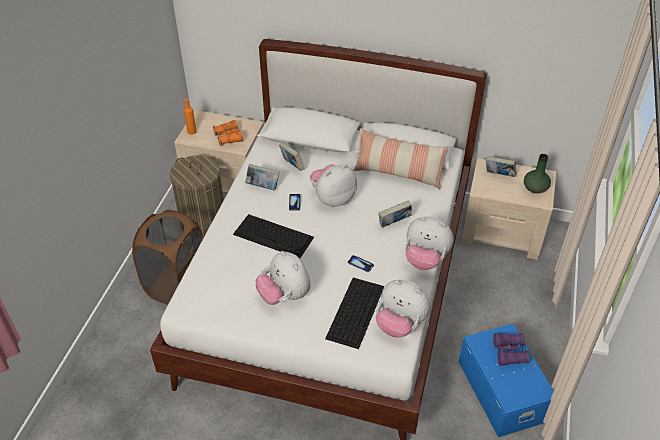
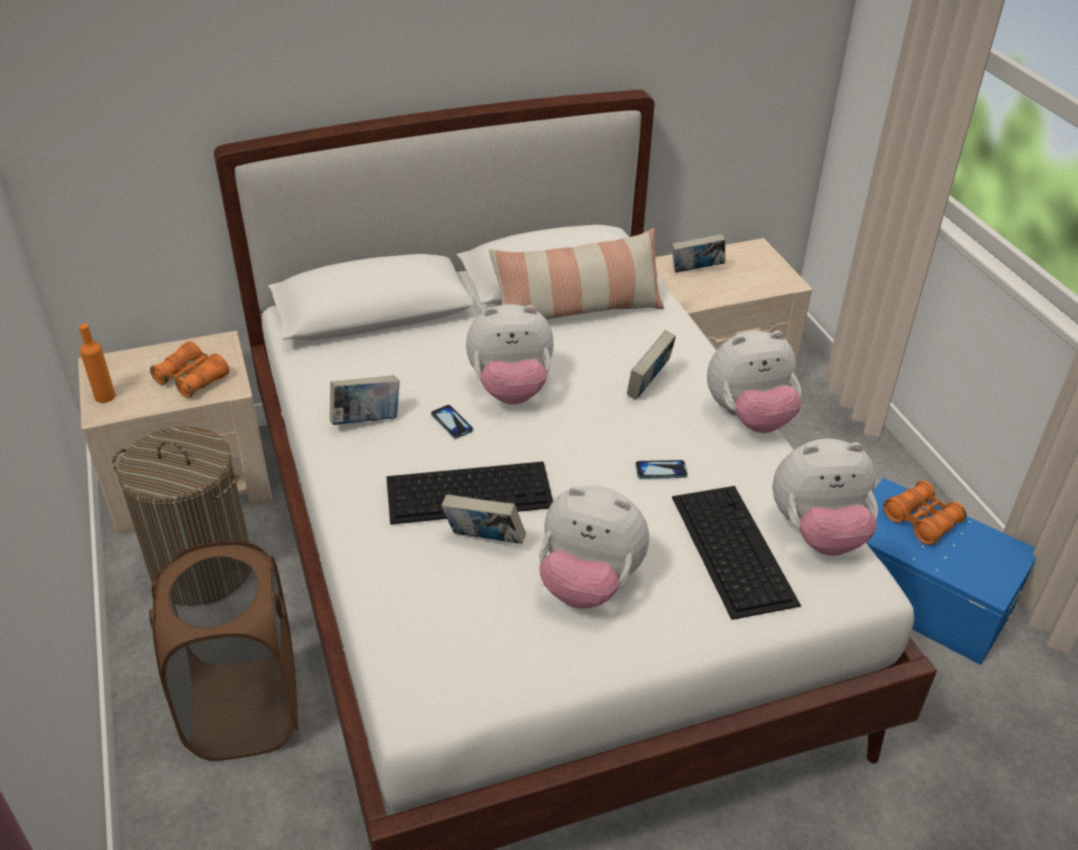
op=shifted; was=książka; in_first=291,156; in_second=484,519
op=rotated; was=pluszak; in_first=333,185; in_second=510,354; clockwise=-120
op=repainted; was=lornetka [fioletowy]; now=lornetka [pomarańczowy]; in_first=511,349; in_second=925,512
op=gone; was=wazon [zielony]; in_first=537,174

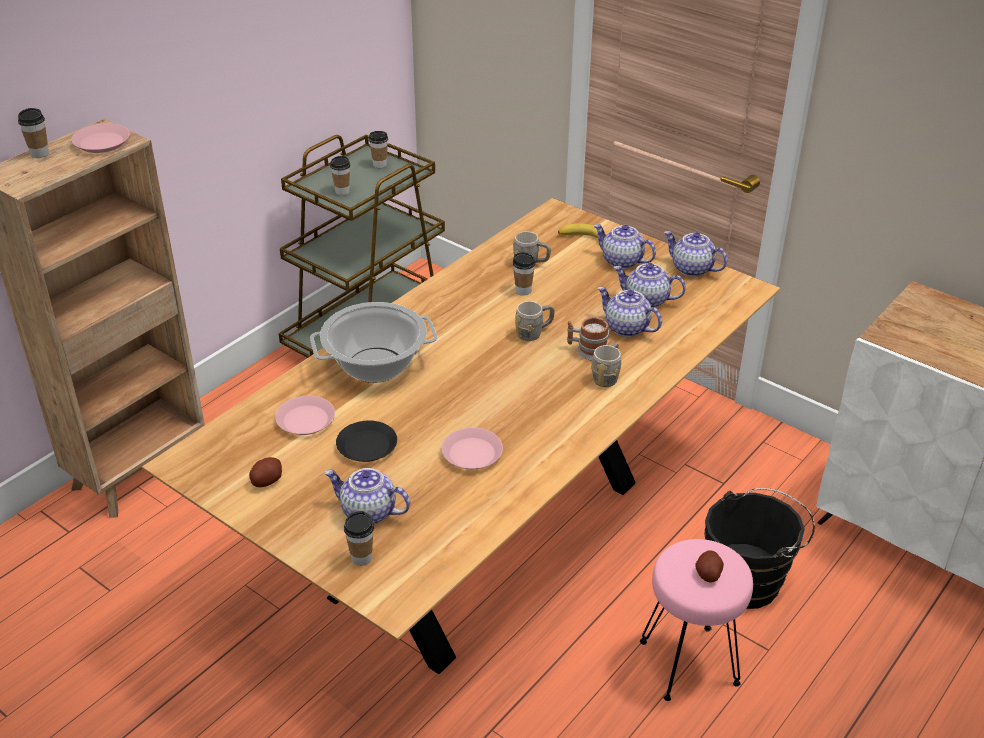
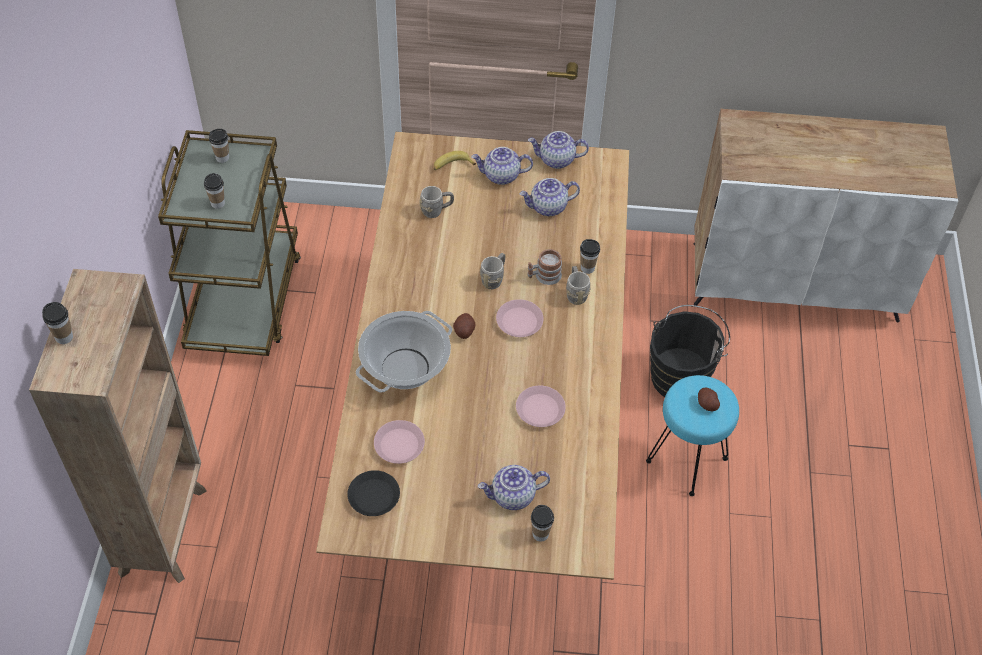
op=shifted; was=talerz [czarny]; in_first=366,441; in_second=373,493
op=shifted; was=ziemniak; in_first=265,472; in_second=464,326
op=shifted; was=talerz [różowy]; in_first=100,138; in_second=520,318
op=shifted; was=filiżanka; in_first=524,274; in_second=590,256
op=repainted; was=stołek [różowy]; now=stołek [turkusowy]; in_first=696,620; in_second=692,435
op=gone; was=imbryk; in_first=630,312

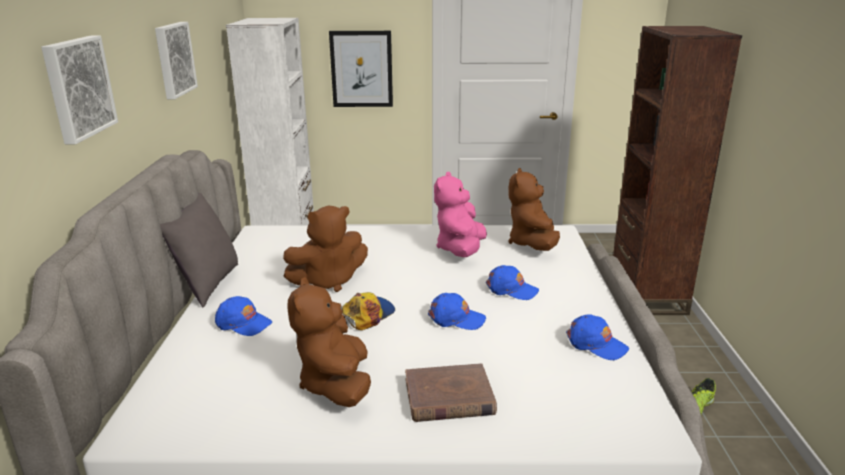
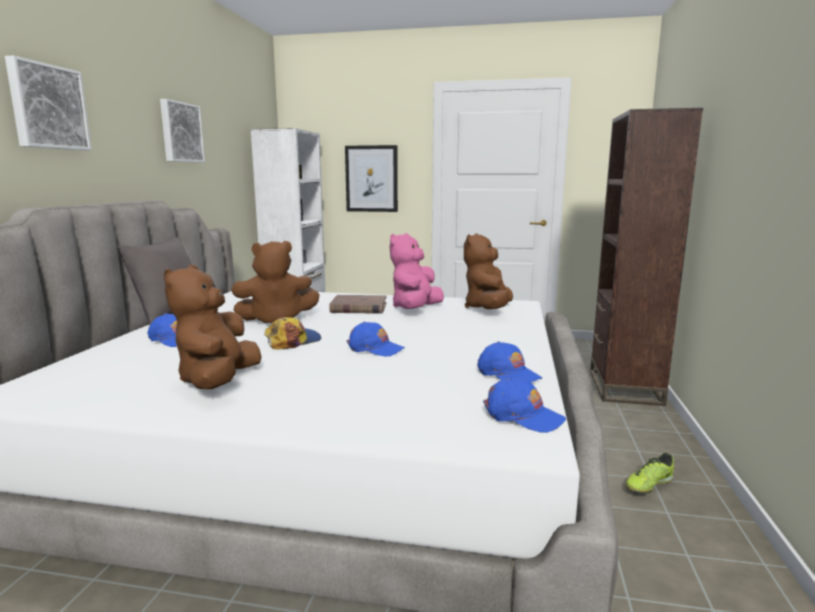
op=shifted; was=książka [brązowy]; in_first=451,392; in_second=357,304
op=shifted; was=czapka z daszkiem [niebieski]; in_first=512,282; in_second=524,405

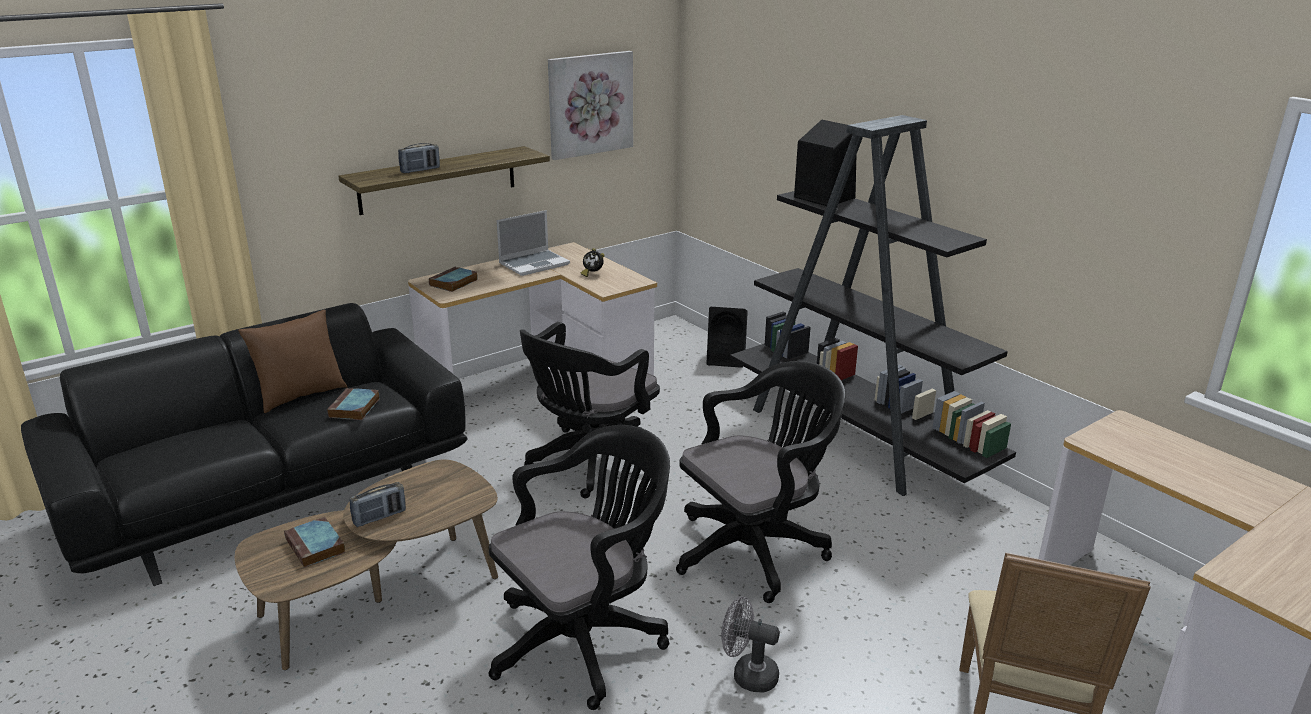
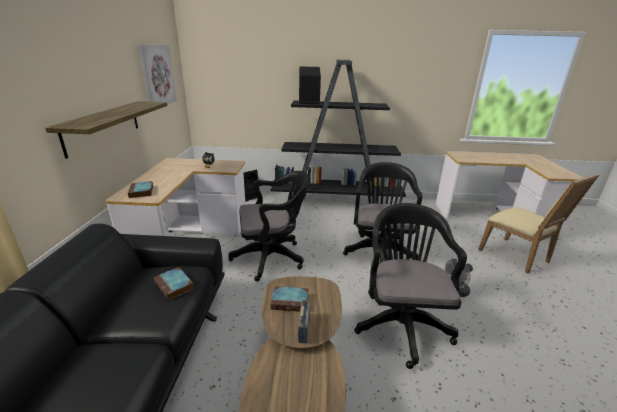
op=rotated; was=krzesło biurowe [czarny]; in_first=590,410; in_second=268,226; clockwise=-90
op=shifted; was=książka; in_first=315,542; in_second=289,299
op=gone; was=poduszka [brązowy]; in_first=292,361
op=gone; was=radio; in_first=419,158
op=gone; was=laptop; in_first=533,243

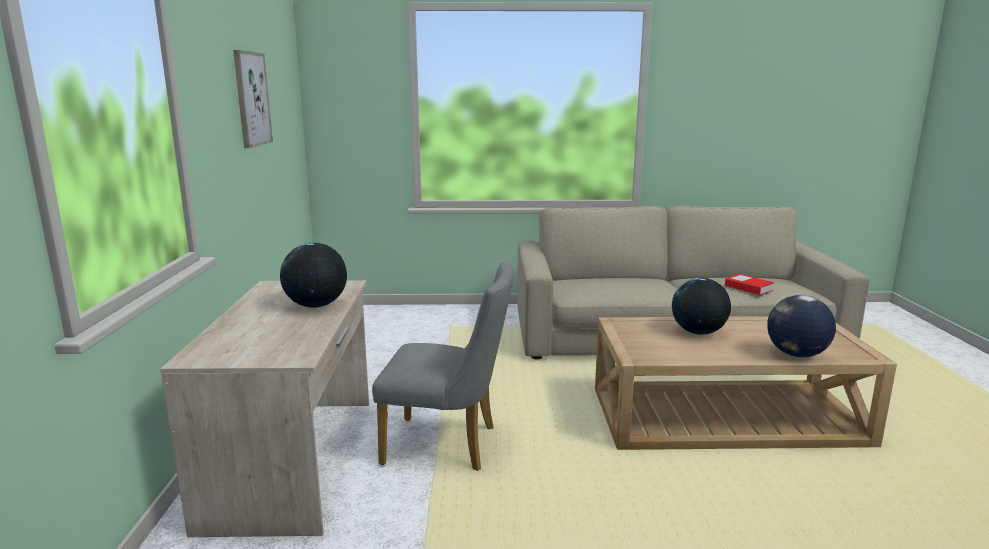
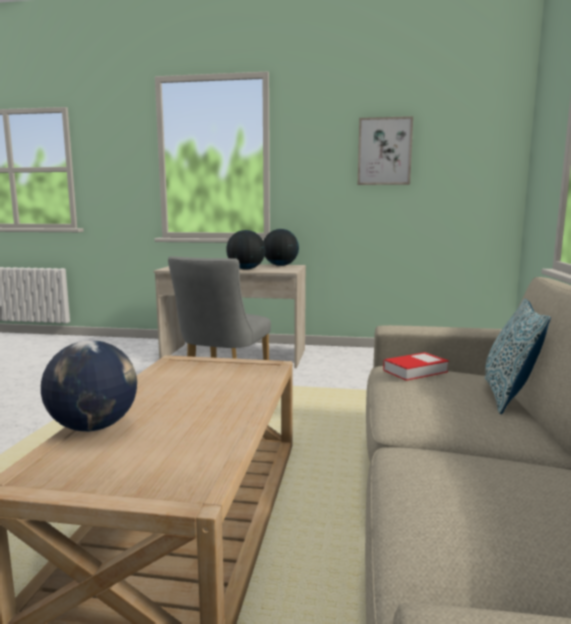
op=shifted; was=globus; in_first=701,306; in_second=281,247
op=shifted; was=książka; in_first=749,284; in_second=416,366
op=new; now=poduszka; in_second=518,356

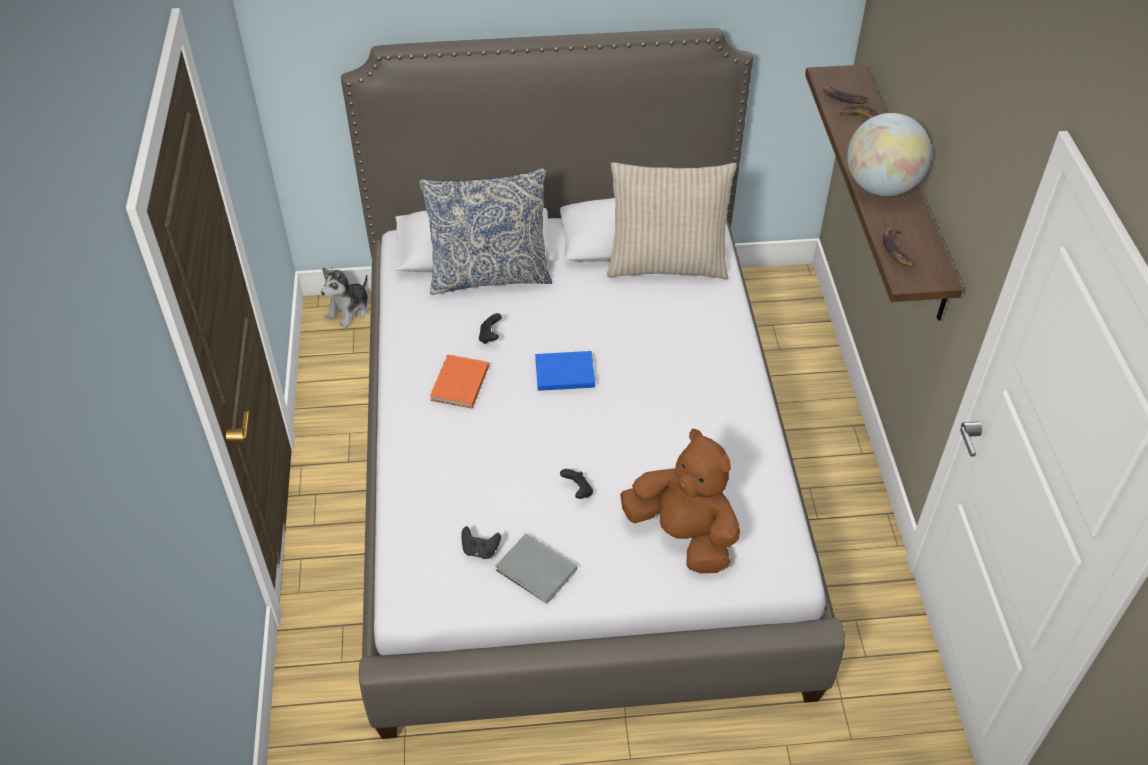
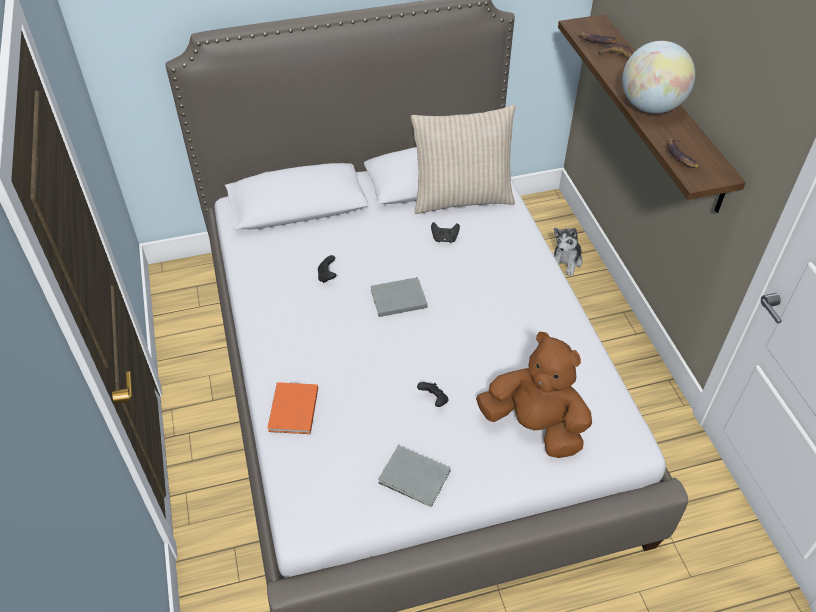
op=shifted; was=książka [pomarańczowy]; in_first=459,381; in_second=292,408
op=repainted; was=książka [niebieski]; now=książka [szary]; in_first=565,371; in_second=399,297
op=shifted; was=pad do gier [czarny]; in_first=481,542; in_second=445,232
op=shifted; was=pluszak; in_first=345,297; in_second=567,252
op=gone; was=poduszka; in_first=485,231

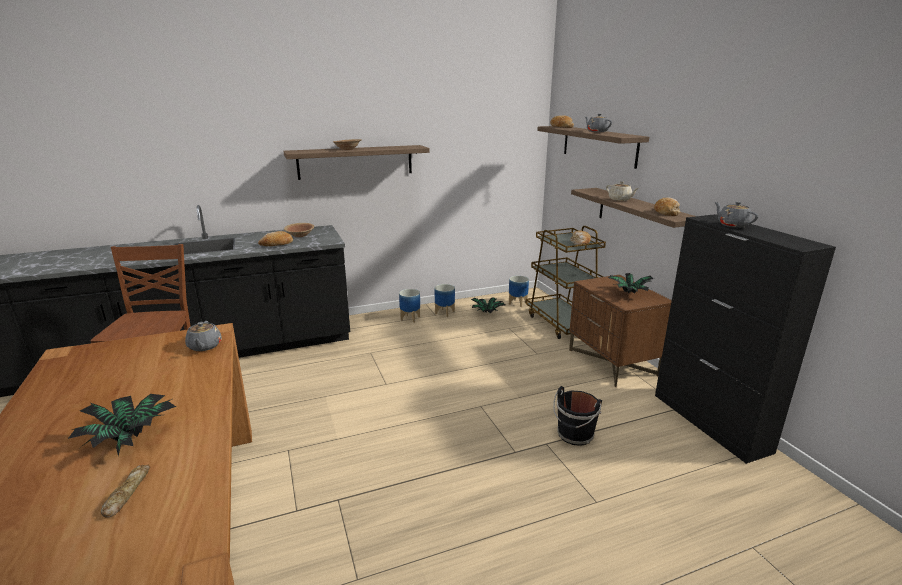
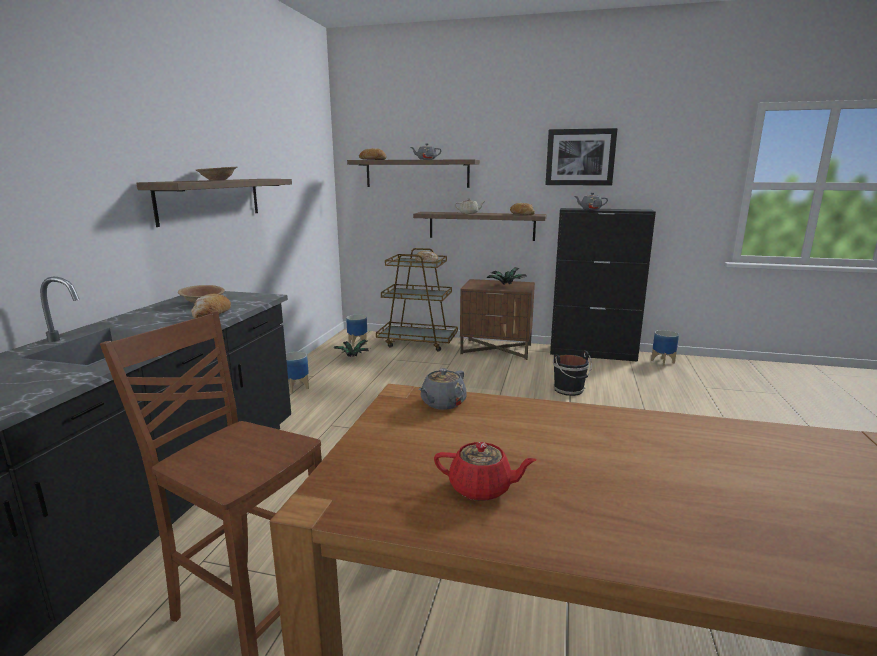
op=rotated; was=imbryk [szary]; in_first=203,336; in_second=443,389; clockwise=105
op=new; now=imbryk [czerwony]; in_second=485,471
op=new; now=obraz; in_second=581,157
op=shifted; was=donica; in_first=445,300; in_second=665,348
op=gone; was=roślina doniczkowa; in_first=122,425
op=gone; was=chleb; in_first=125,491

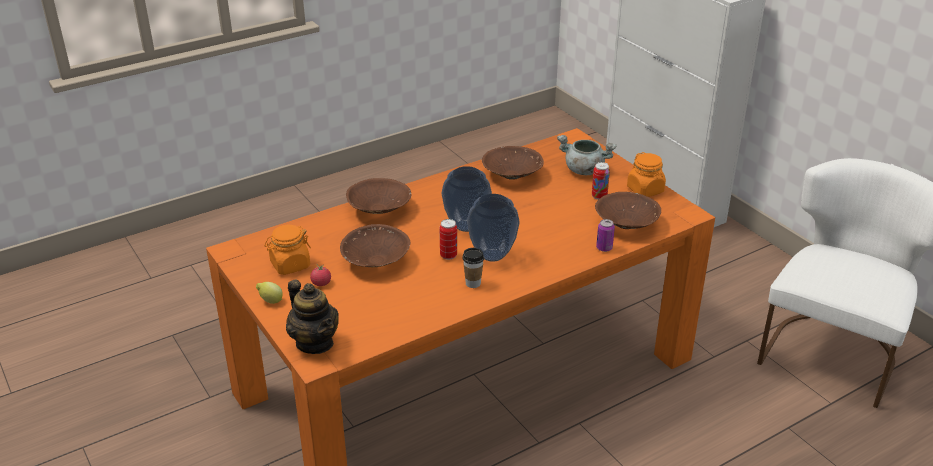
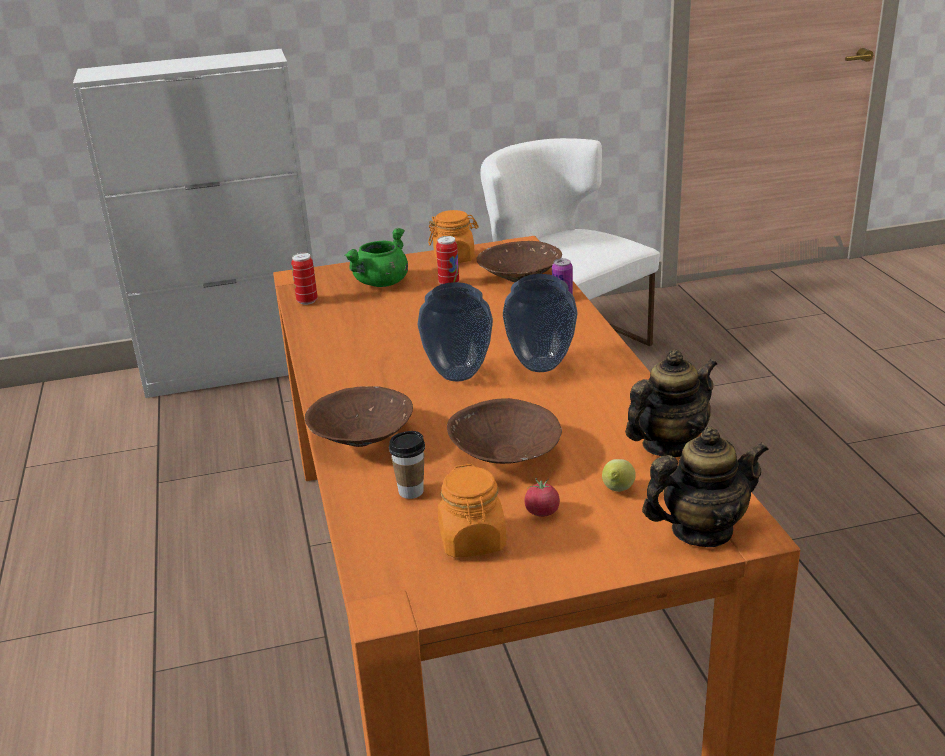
op=shifted; was=puszka; in_first=448,239; in_second=304,279
op=repainted; was=garnek [szary]; now=garnek [zielony]; in_first=586,155; in_second=376,257
op=shifted; was=filiżanka; in_first=473,268; in_second=407,465
op=shifted; was=cytryna; in_first=269,293; in_second=619,475
op=new; now=imbryk; in_second=671,403
op=gone; was=miska [brązowy]; in_first=513,163

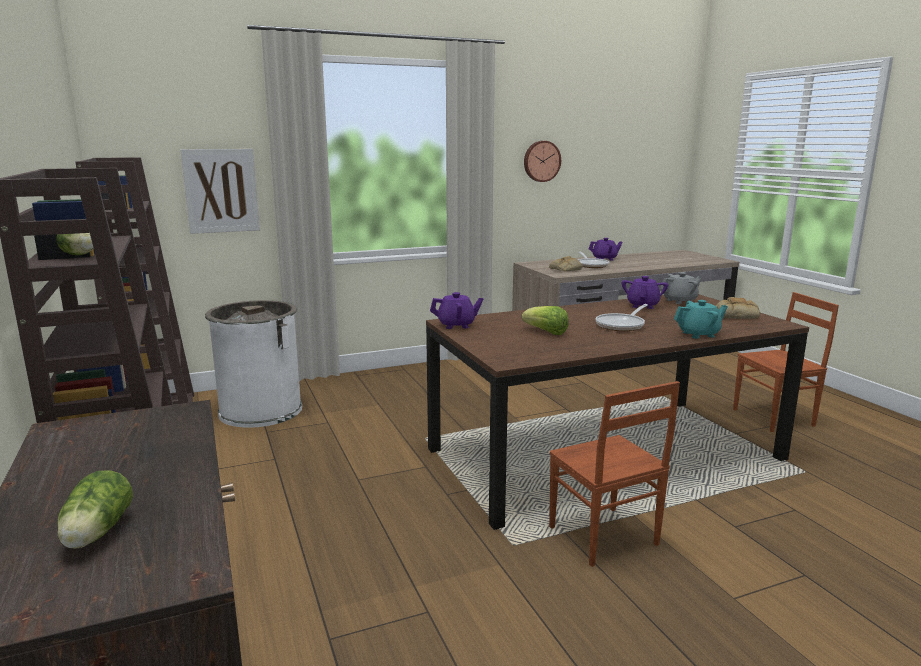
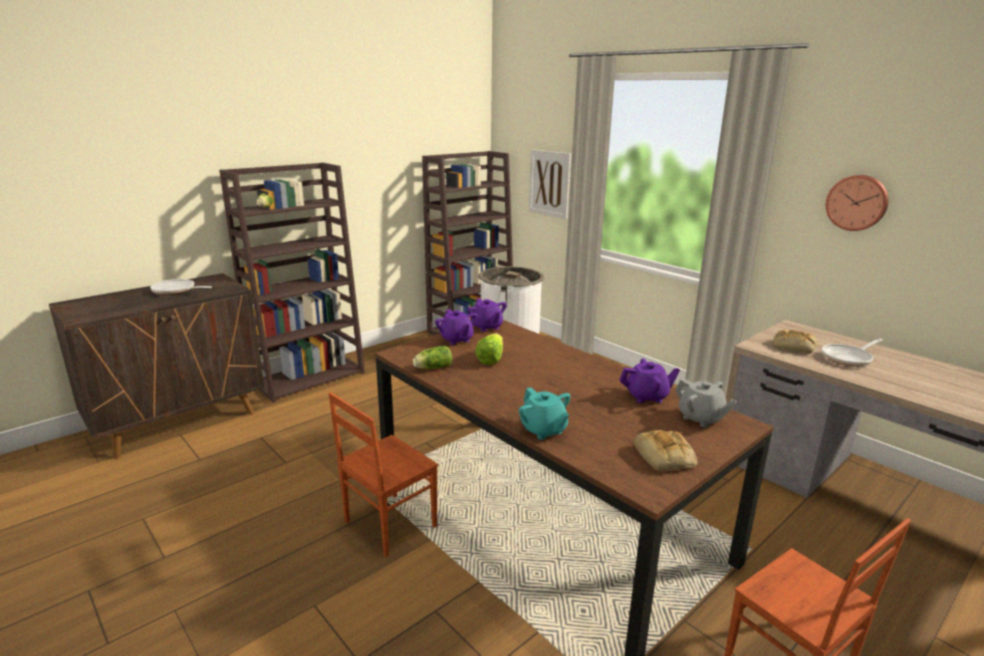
op=shifted; was=patelnia; in_first=622,317; in_second=181,287
op=shifted; was=sałata; in_first=95,509; in_second=432,357
op=shifted; was=imbryk [fioletowy]; in_first=606,249; in_second=456,327

